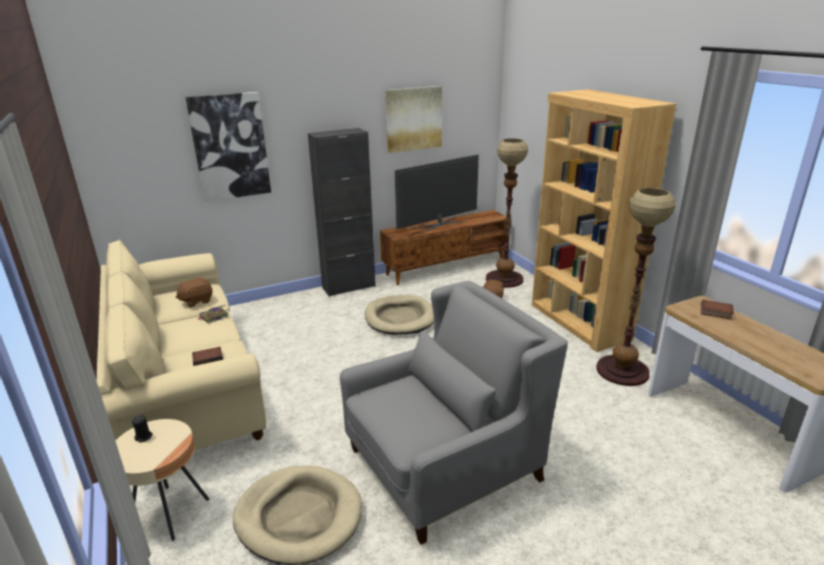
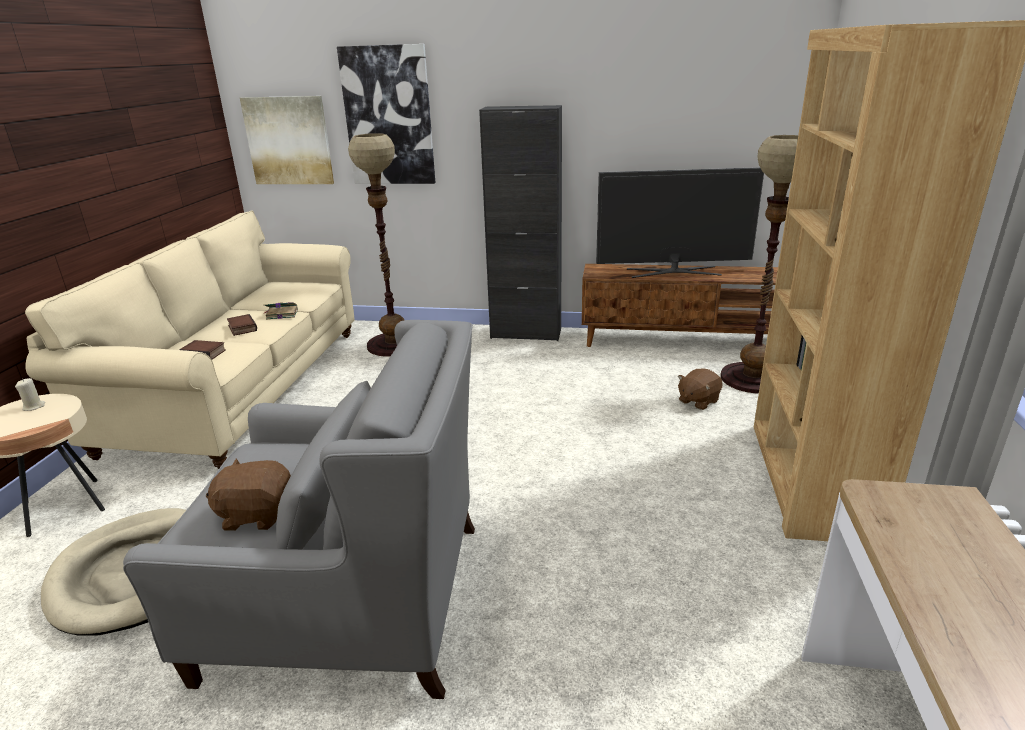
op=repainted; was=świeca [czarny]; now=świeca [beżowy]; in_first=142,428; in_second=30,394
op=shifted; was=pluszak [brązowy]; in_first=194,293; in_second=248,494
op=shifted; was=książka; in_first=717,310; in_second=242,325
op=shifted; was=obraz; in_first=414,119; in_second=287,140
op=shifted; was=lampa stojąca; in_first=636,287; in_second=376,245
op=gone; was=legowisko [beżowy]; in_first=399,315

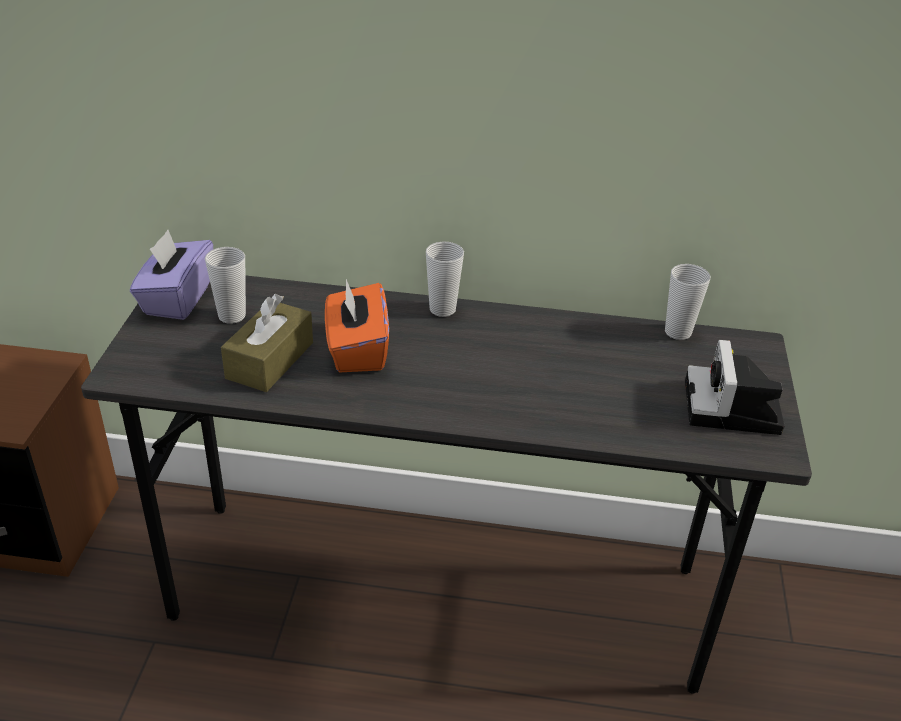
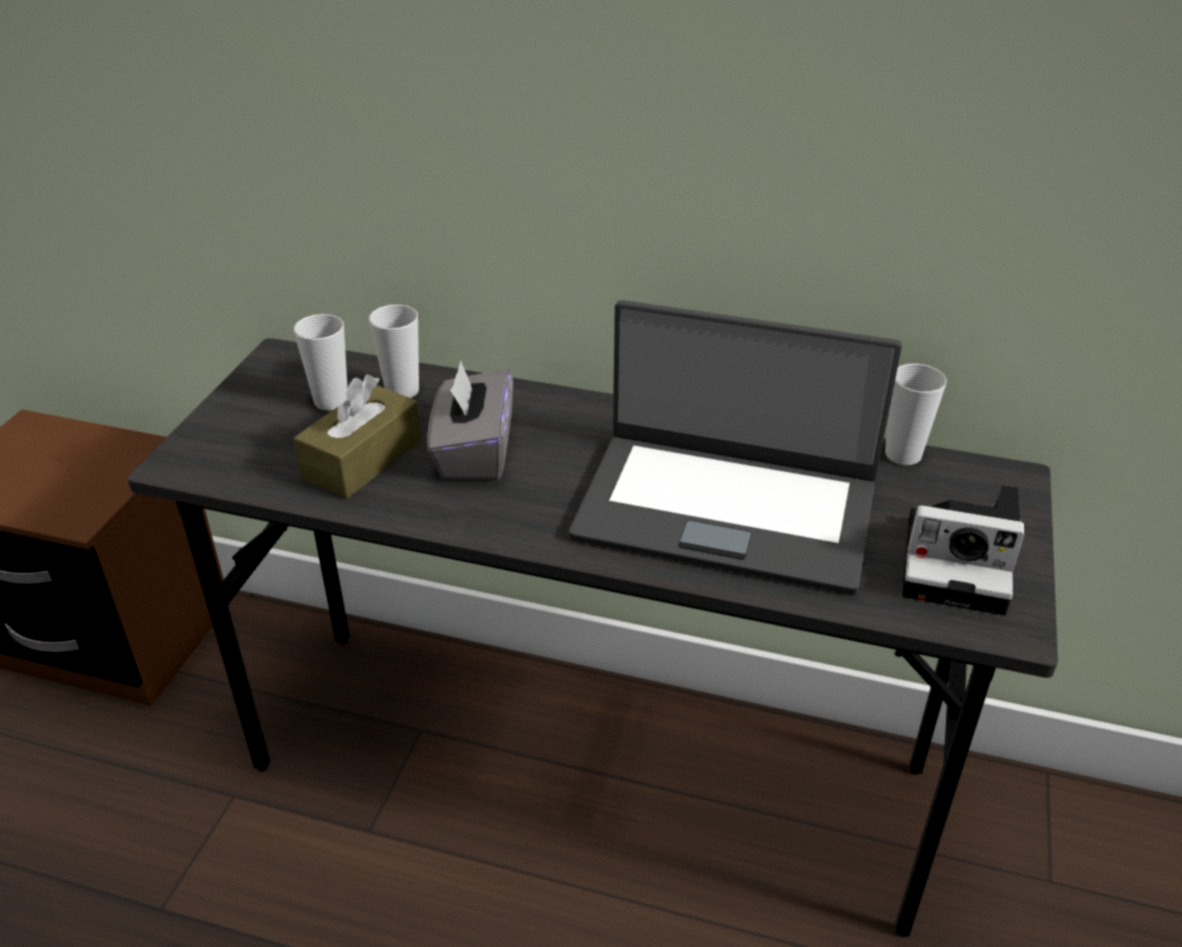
op=shifted; was=filiżanka; in_first=445,279; in_second=394,351
op=repainted; was=pudełko chusteczek [pomarańczowy]; now=pudełko chusteczek [szary]; in_first=357,325; in_second=470,421
op=new; now=laptop; in_second=735,447
op=rotated; was=aparat fotograficzny; in_first=735,387; in_second=963,550; clockwise=-90
op=gone; was=pudełko chusteczek [fioletowy]; in_first=171,275

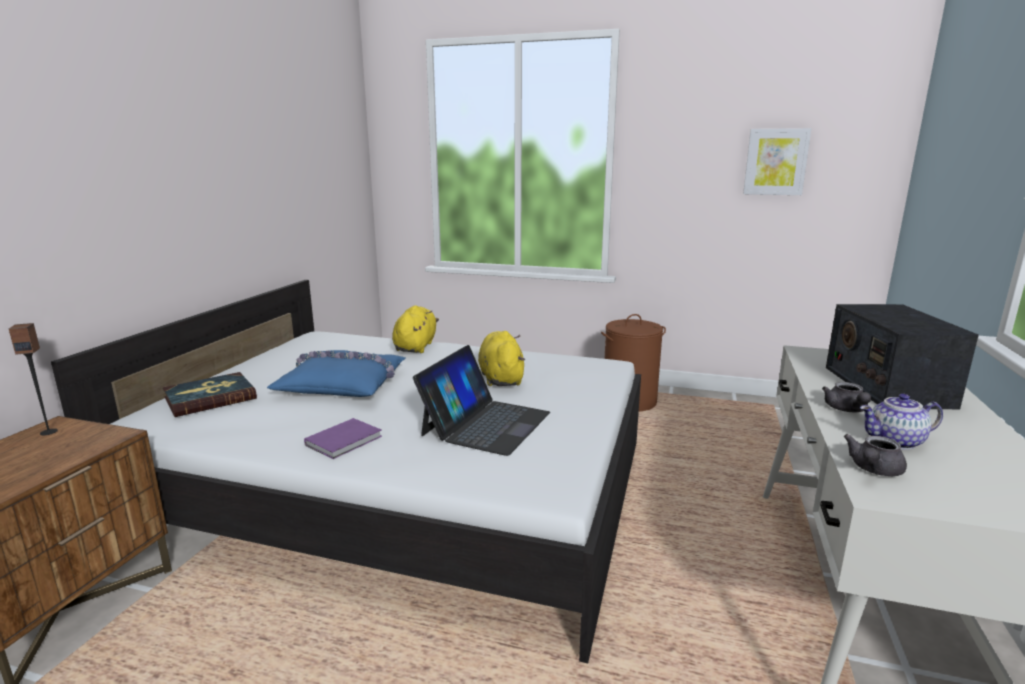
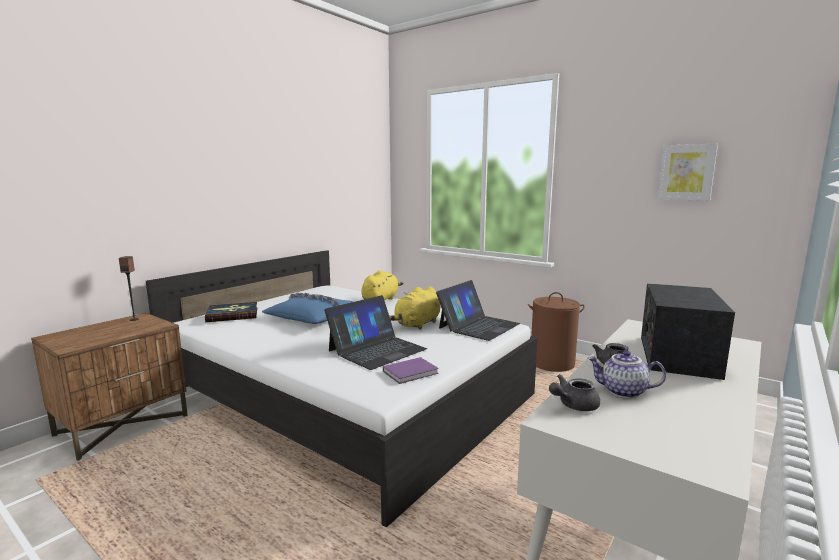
op=shifted; was=książka [fioletowy]; in_first=343,438; in_second=411,370
op=rotated; was=pluszak [żółty]; in_first=501,358; in_second=414,307; clockwise=-150
op=new; now=laptop; in_second=478,310

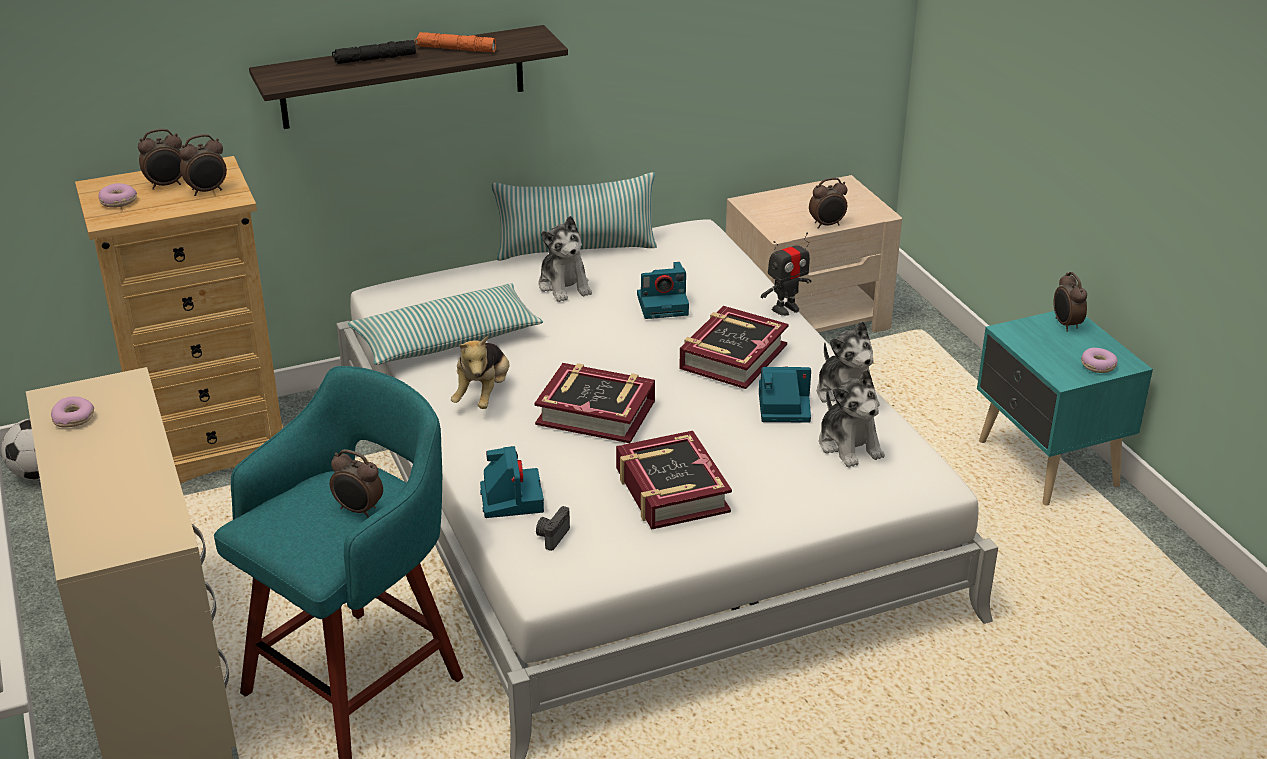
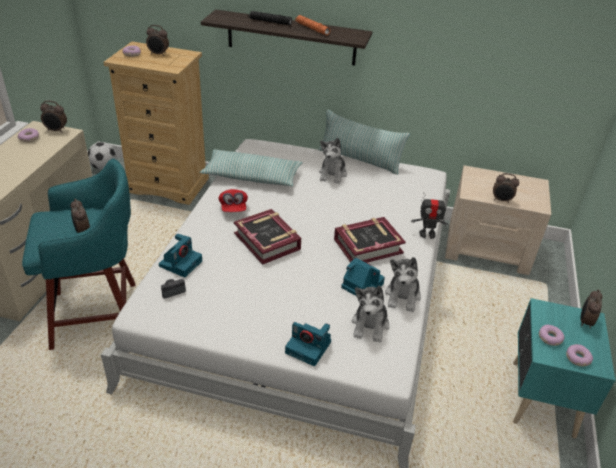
op=shifted; was=budzik; in_first=203,165; in_second=53,116
op=swapped; was=pluszak; now=czapka z daszkiem [czerwony]; in_first=480,372; in_second=233,200
op=shifted; was=aparat fotograficzny; in_first=663,290; in_second=308,344
op=new; now=donut; in_second=551,335
op=gone; was=książka; in_first=674,480

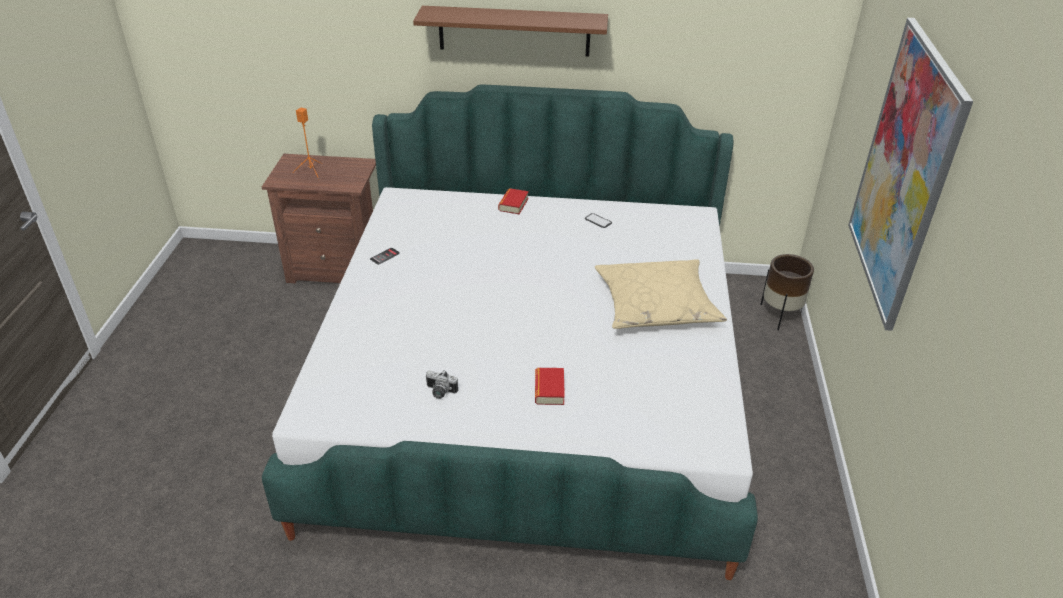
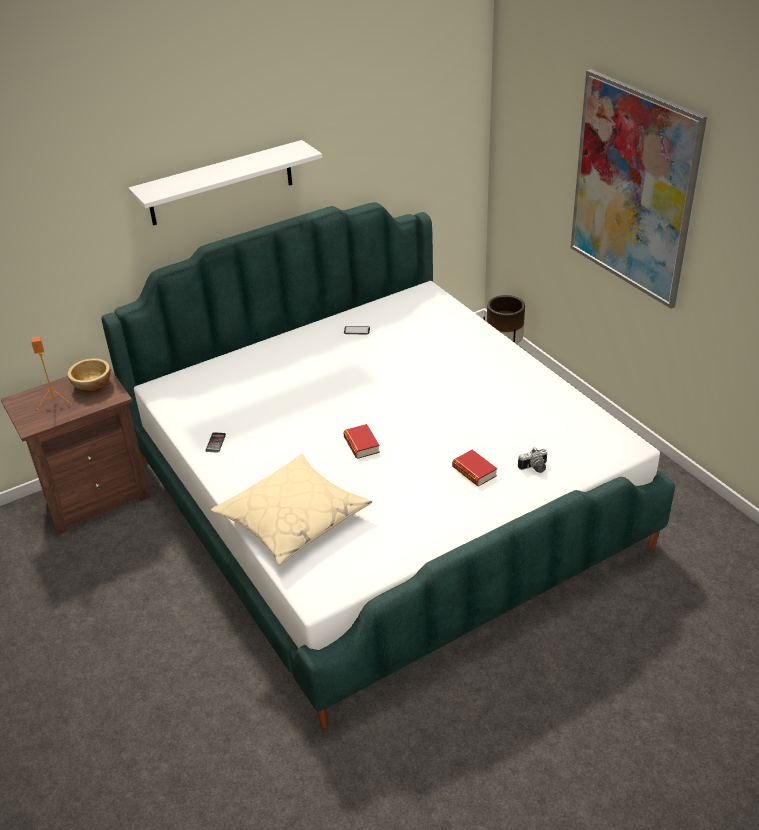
op=new; now=miska; in_second=89,375
op=repainted; was=półka [brązowy]; now=półka [biały]; in_first=510,31; in_second=225,182
op=shifted; was=poduszka [beżowy]; in_first=661,294; in_second=291,509
op=shifted; was=książka; in_first=513,201; in_second=361,441
op=shifted; was=aparat fotograficzny; in_first=442,384; in_second=533,460

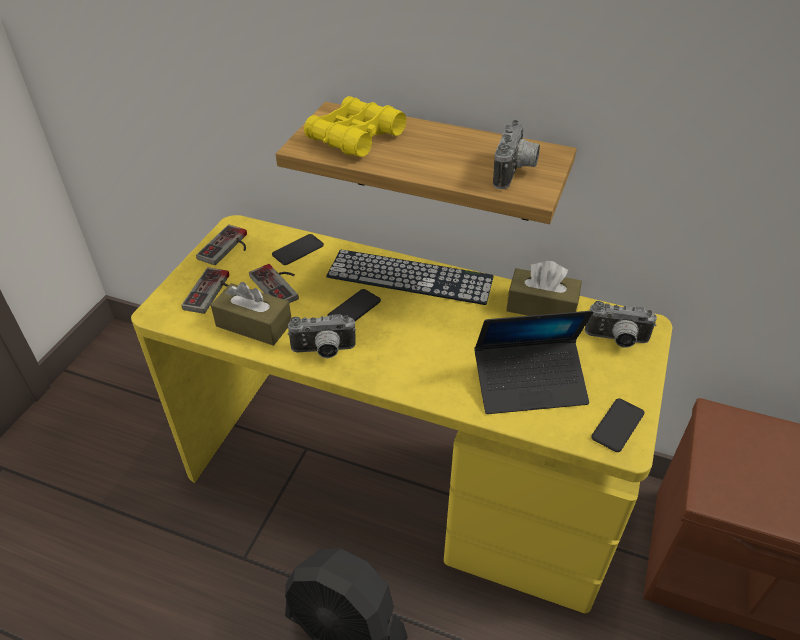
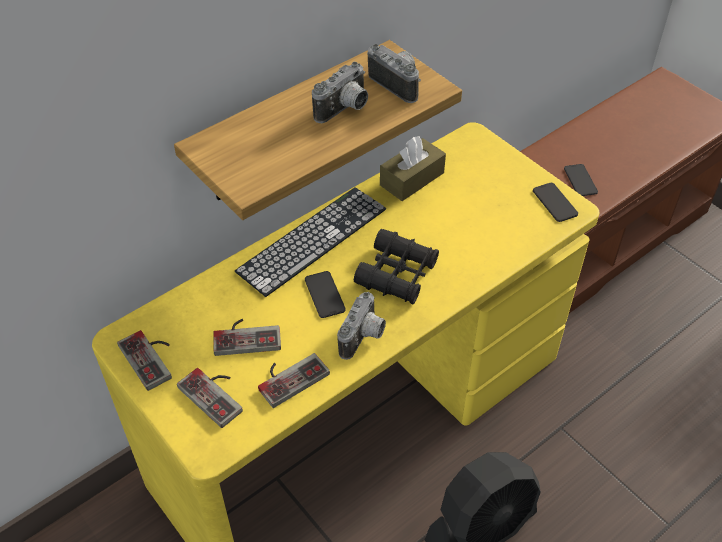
op=swapped; was=pudełko chusteczek [brązowy]; now=pad do gier; in_first=251,314; in_second=294,380
op=shifted; was=aparat fotograficzny; in_first=620,324; in_second=340,92
op=new; now=lornetka [czarny]; in_second=396,266
op=shifted; was=telefon; in_first=298,249; in_second=581,180
op=gone; was=lornetka [żółty]; in_first=355,126
op=gone; was=laptop; in_first=533,362

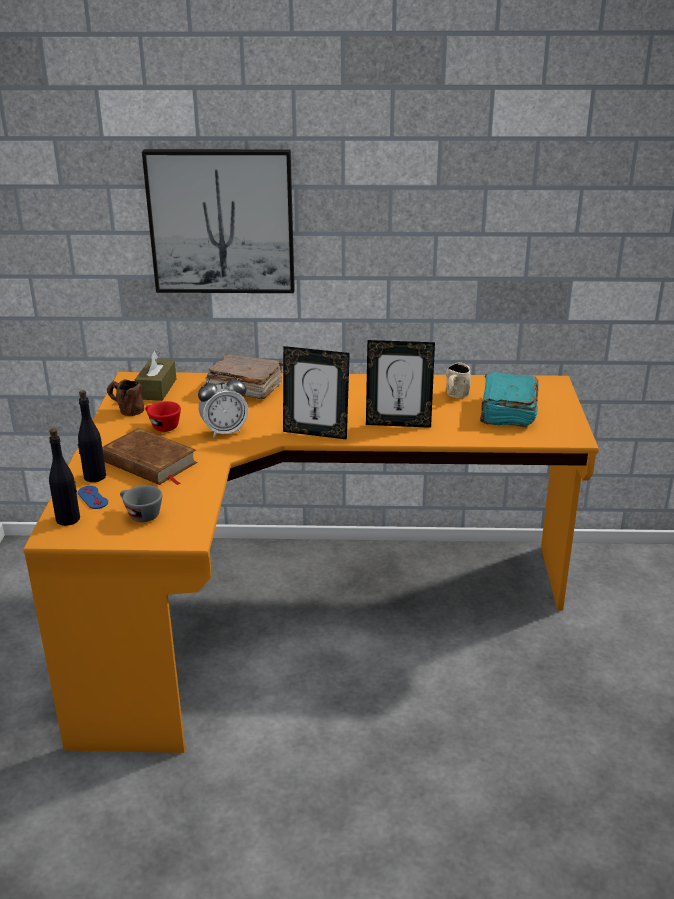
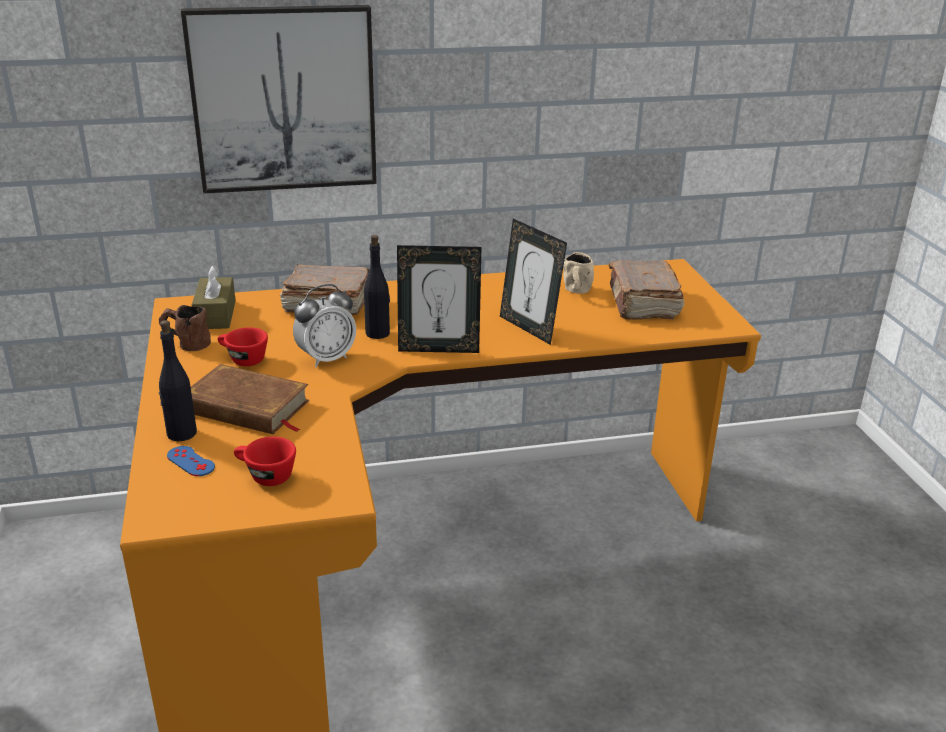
op=repainted; was=filiżanka [szary]; now=filiżanka [czerwony]; in_first=141,503; in_second=265,461
op=shifted; was=butelka [czarny]; in_first=64,477; in_second=377,287
op=rotated; was=ramka na zdjęcie; in_first=400,384; in_second=533,282; clockwise=60
op=repainted; was=książka [turkusowy]; now=książka [brązowy]; in_first=509,400; in_second=646,290

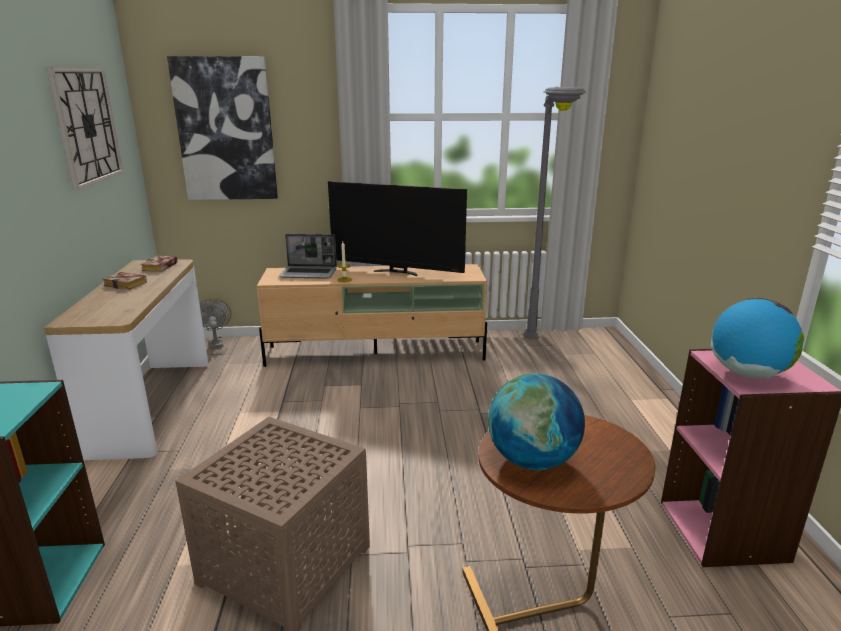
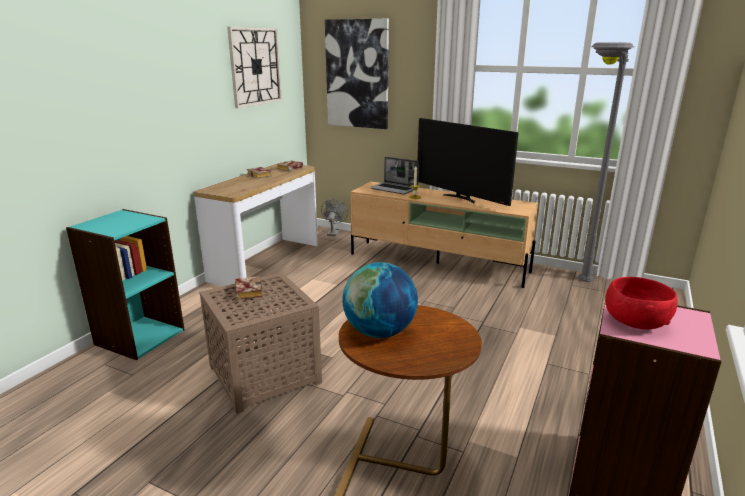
op=new; now=książka; in_second=248,288
op=swapped; was=globus; now=miska [czerwony]; in_first=757,338; in_second=641,303

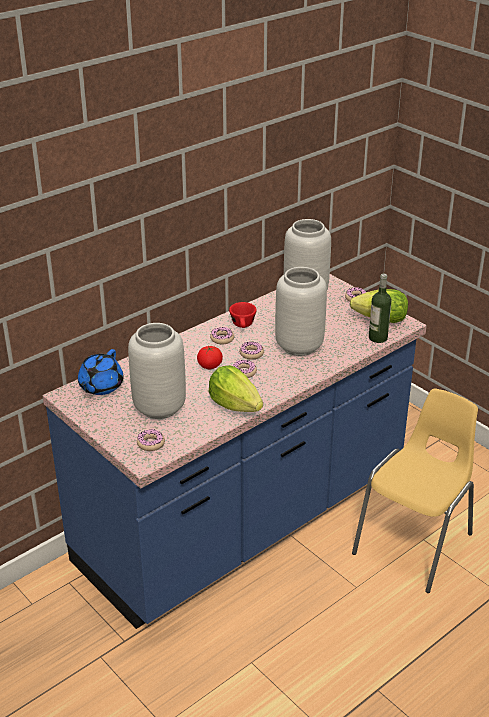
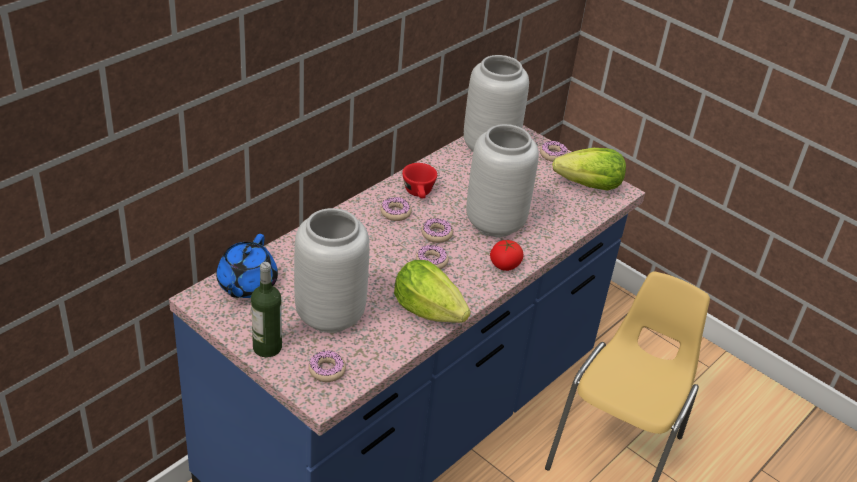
op=shifted; was=butelka; in_first=380,308; in_second=266,309
op=shifted; was=pomidor; in_first=210,357; in_second=507,255

